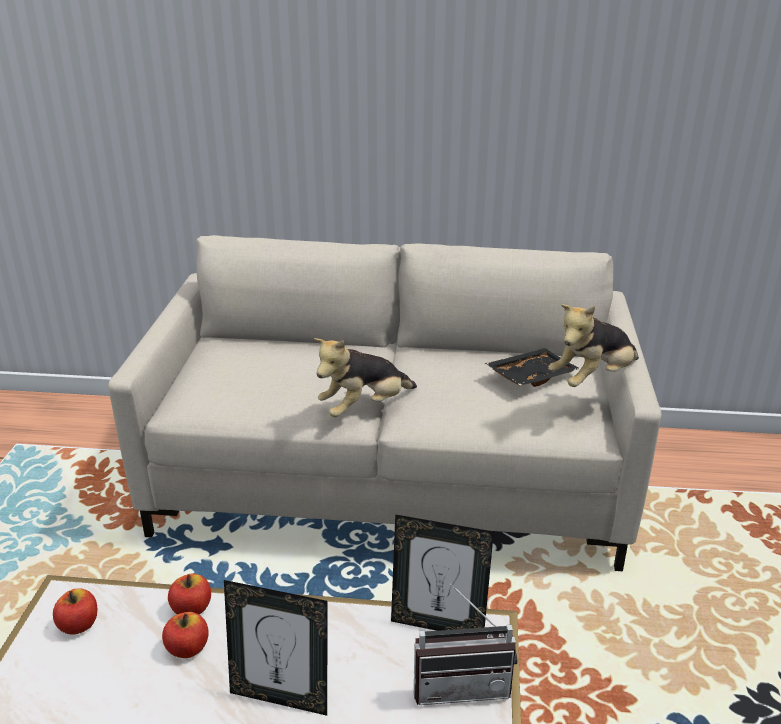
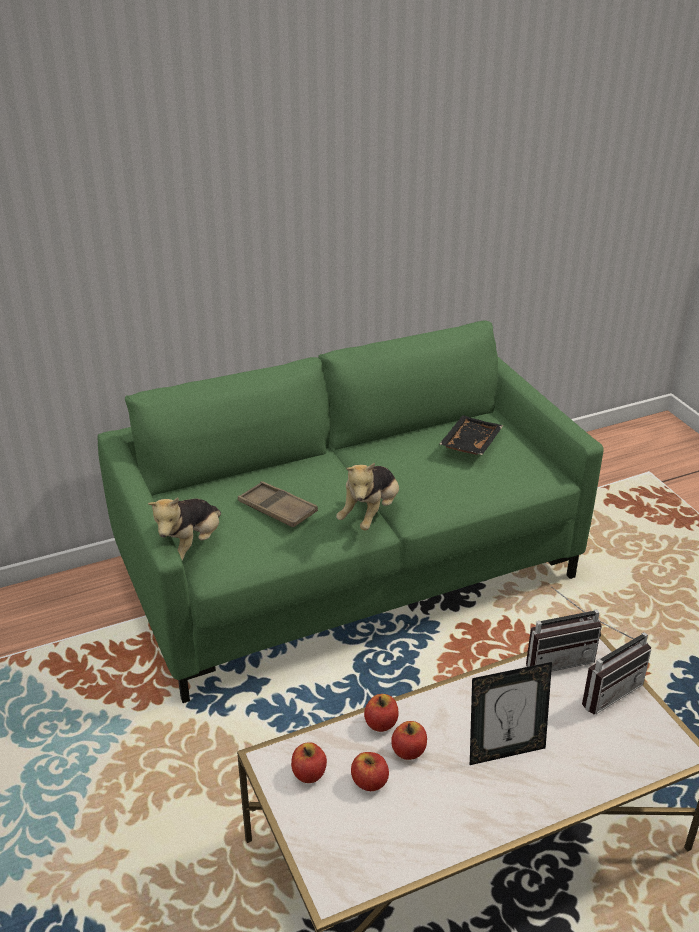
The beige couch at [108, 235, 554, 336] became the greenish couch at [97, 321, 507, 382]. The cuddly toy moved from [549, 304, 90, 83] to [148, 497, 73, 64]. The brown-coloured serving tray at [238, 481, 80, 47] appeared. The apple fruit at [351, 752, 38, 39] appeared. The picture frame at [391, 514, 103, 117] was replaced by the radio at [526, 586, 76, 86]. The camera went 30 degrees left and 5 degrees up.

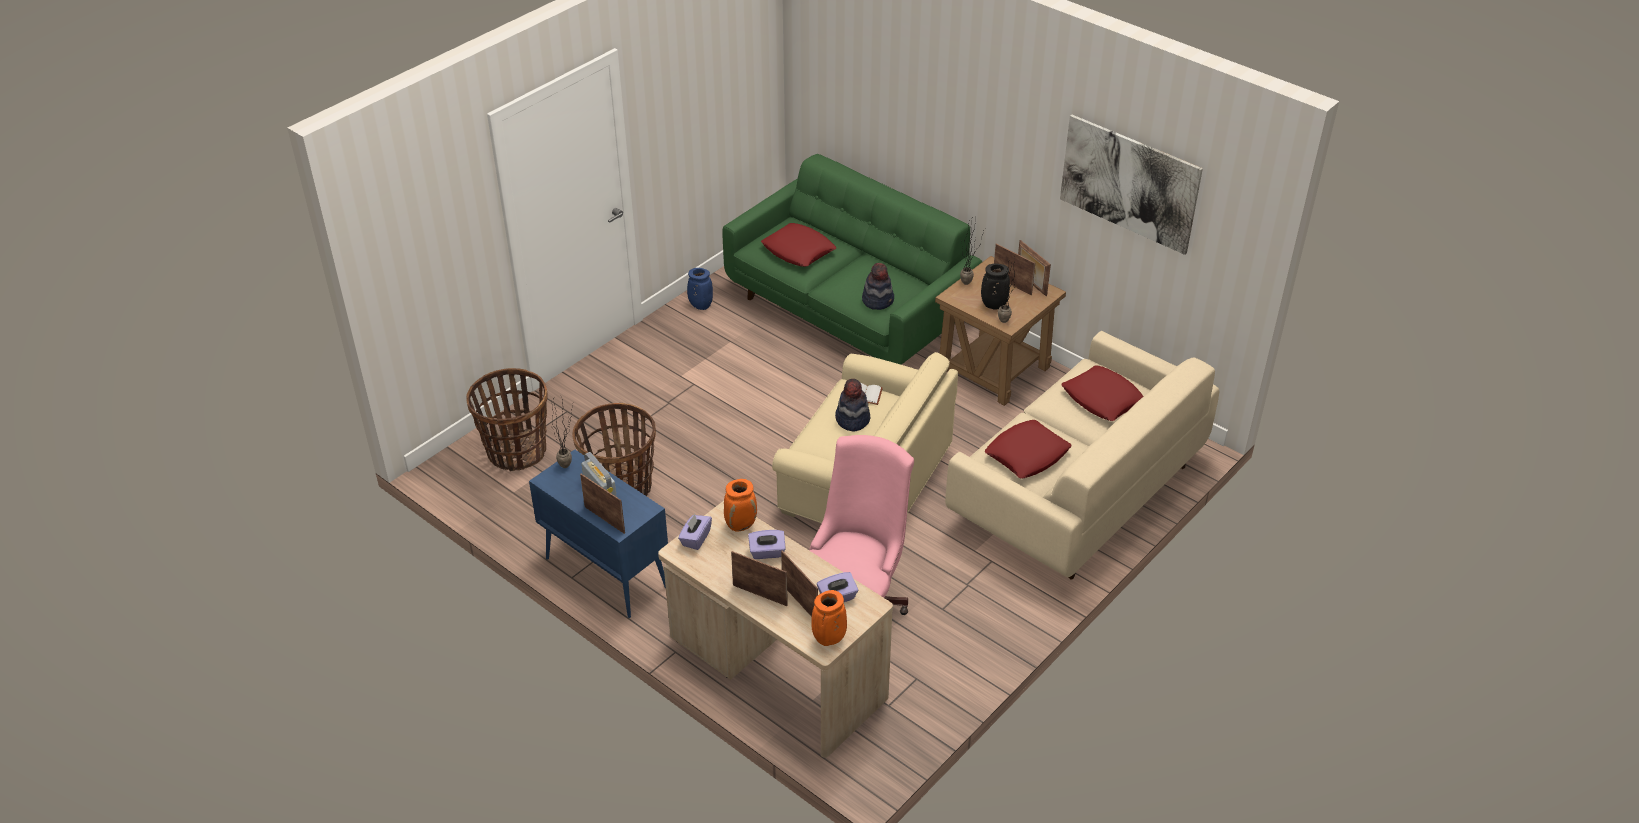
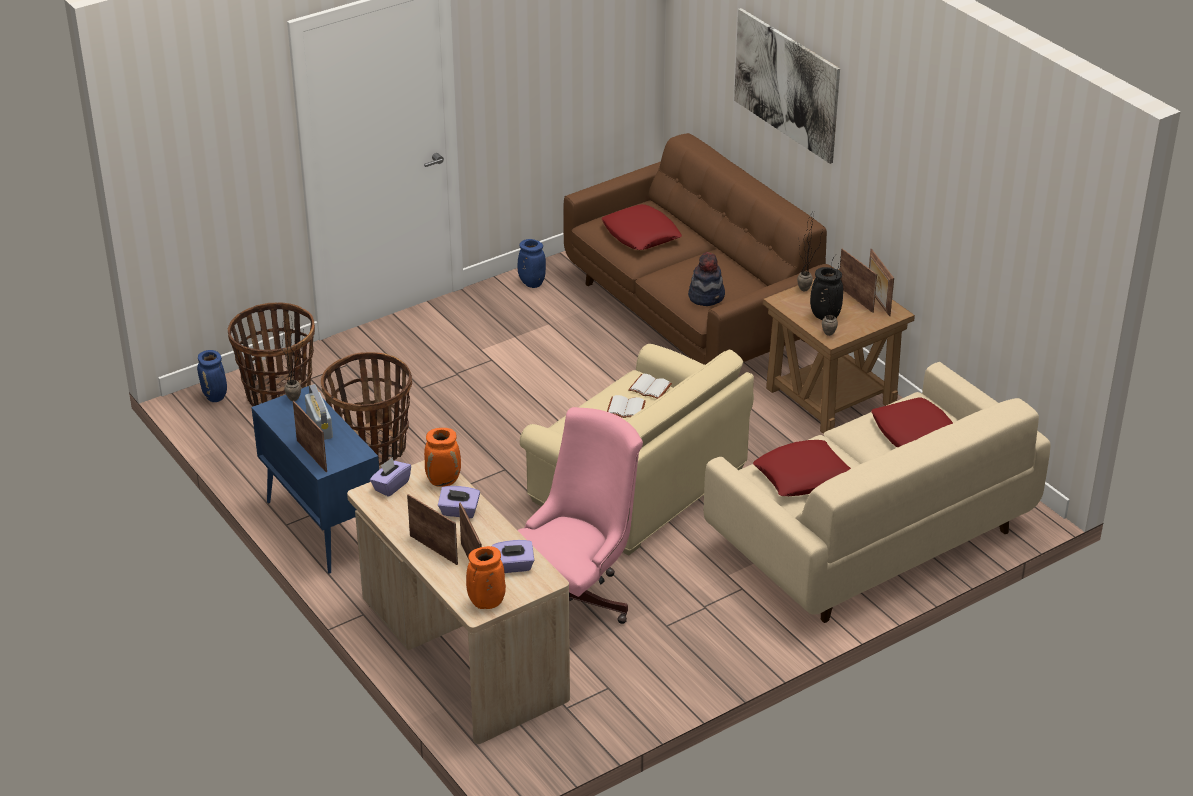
The blue vase at [197, 350, 30, 52] appeared. The greenish couch at [723, 154, 259, 211] became the brown-coloured couch at [563, 133, 270, 232]. The clothing hat at [835, 379, 36, 53] was replaced by the whitish book at [607, 395, 39, 23]. The wall art moved from [1060, 115, 143, 140] to [734, 8, 106, 156]. The camera went 15 degrees right and 5 degrees down.

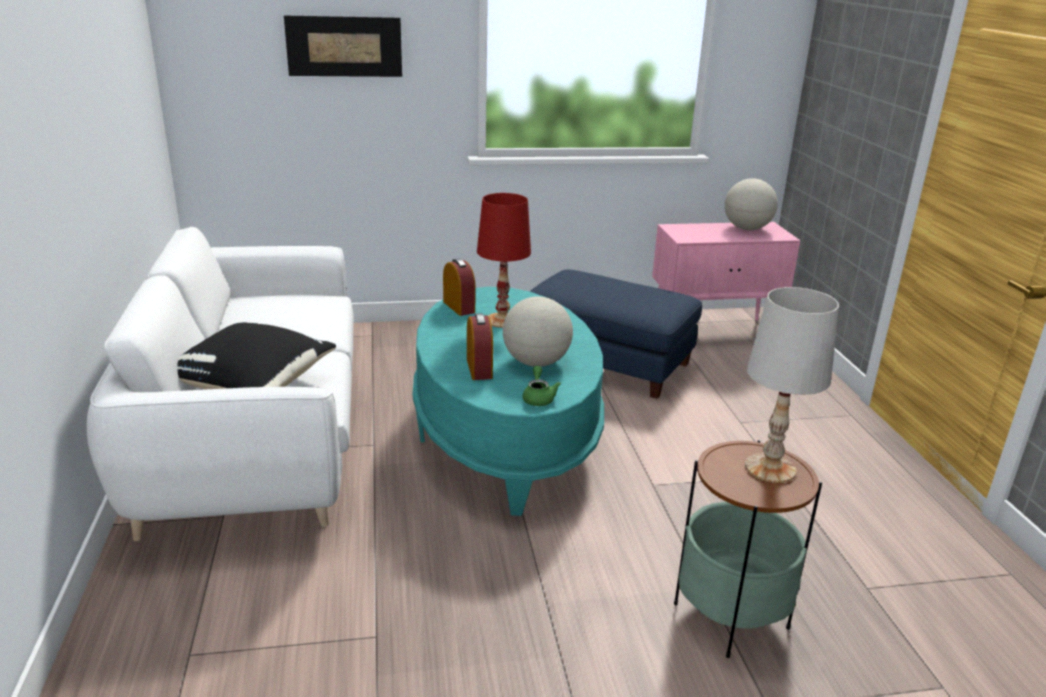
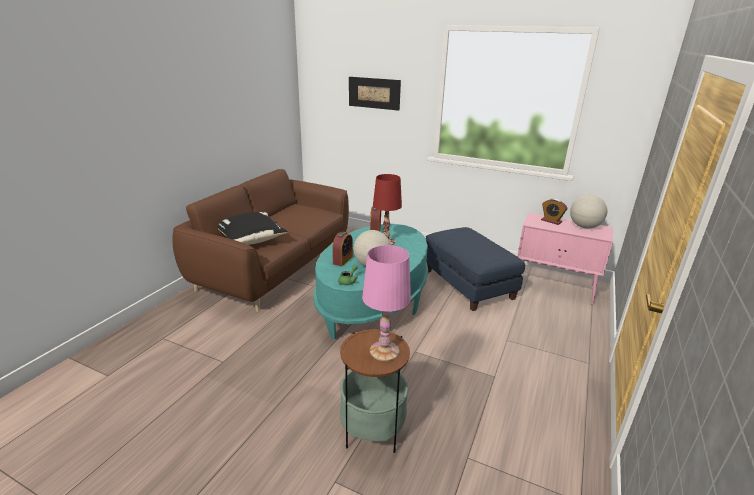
The whitish couch at [87, 227, 267, 314] became the brown-coloured couch at [172, 169, 177, 143]. The whitish table lamp at [745, 287, 94, 196] became the pink table lamp at [362, 245, 49, 116]. The alarm clock at [541, 199, 27, 26] appeared. The camera went 35 degrees right and 0 degrees up.

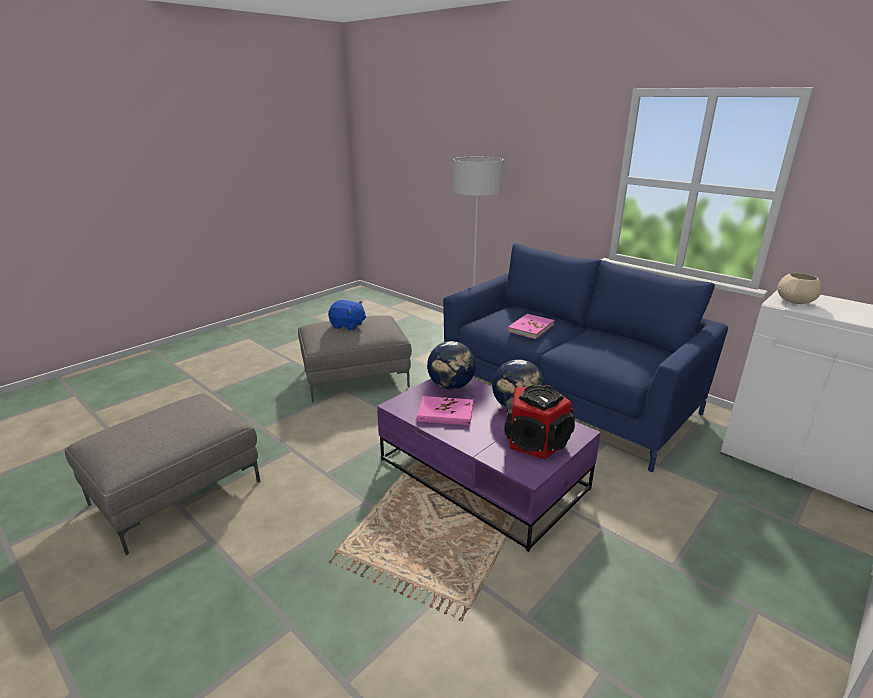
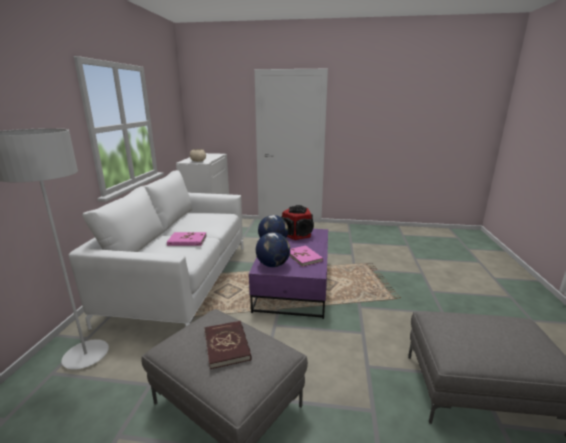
The blue couch at [443, 243, 285, 229] became the whitish couch at [69, 170, 175, 160]. The blue cuddly toy at [328, 300, 38, 30] was replaced by the red book at [204, 321, 48, 48]. The camera went 125 degrees left and 5 degrees down.

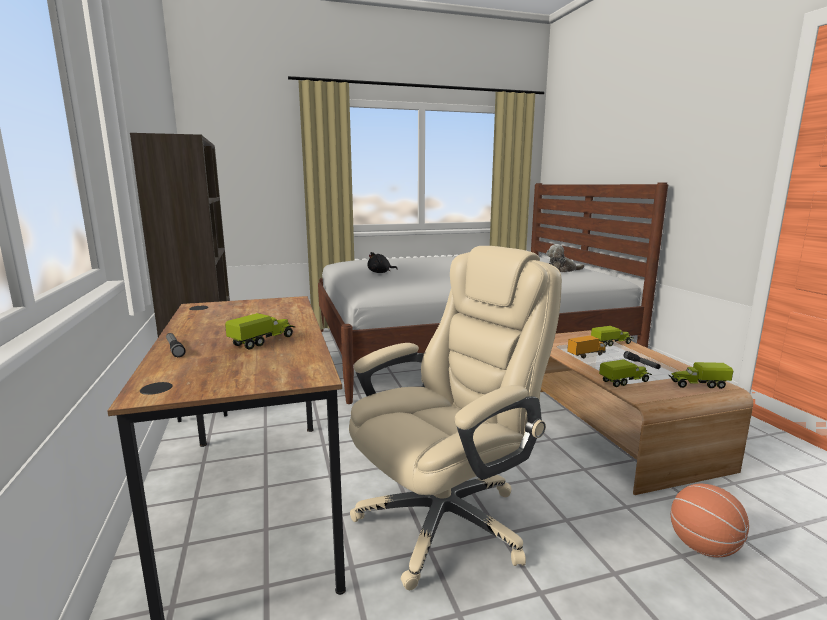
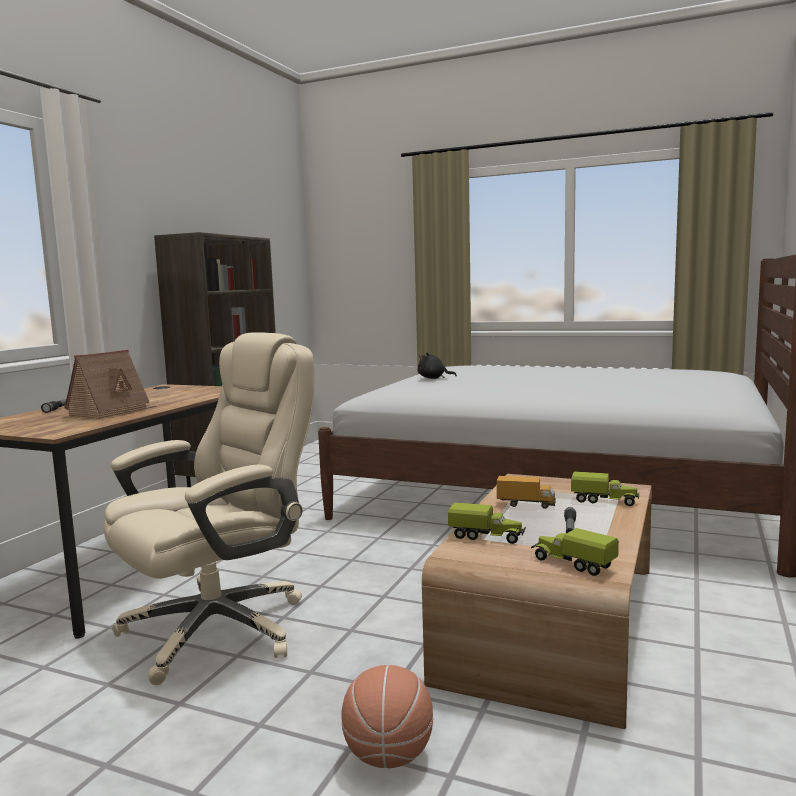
The model truck at [225, 313, 71, 37] was replaced by the model house at [64, 350, 92, 69]. The beige desk chair at [349, 246, 213, 344] turned 45 degrees counterclockwise. The cuddly toy at [546, 244, 39, 28] disappeared. The camera went 40 degrees right and 5 degrees down.

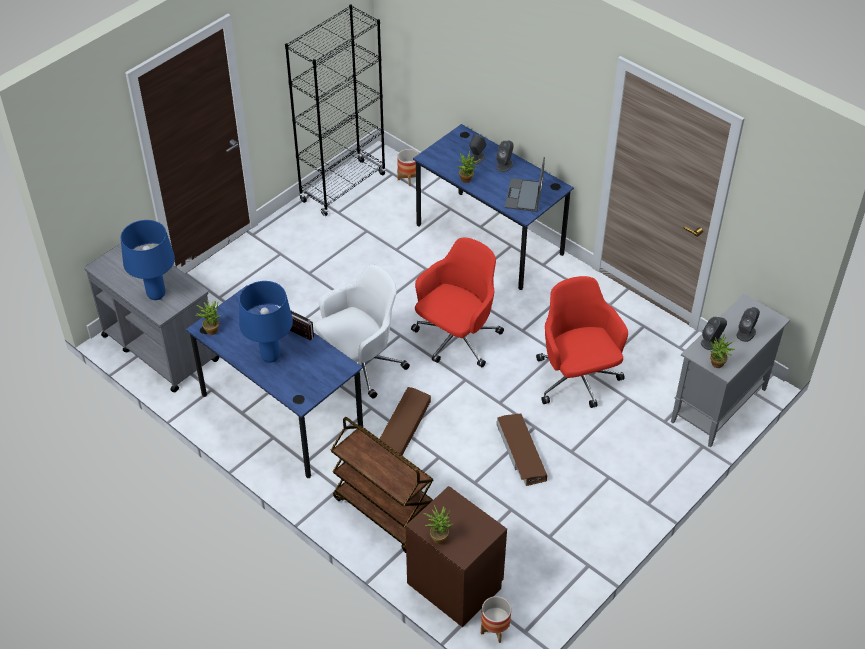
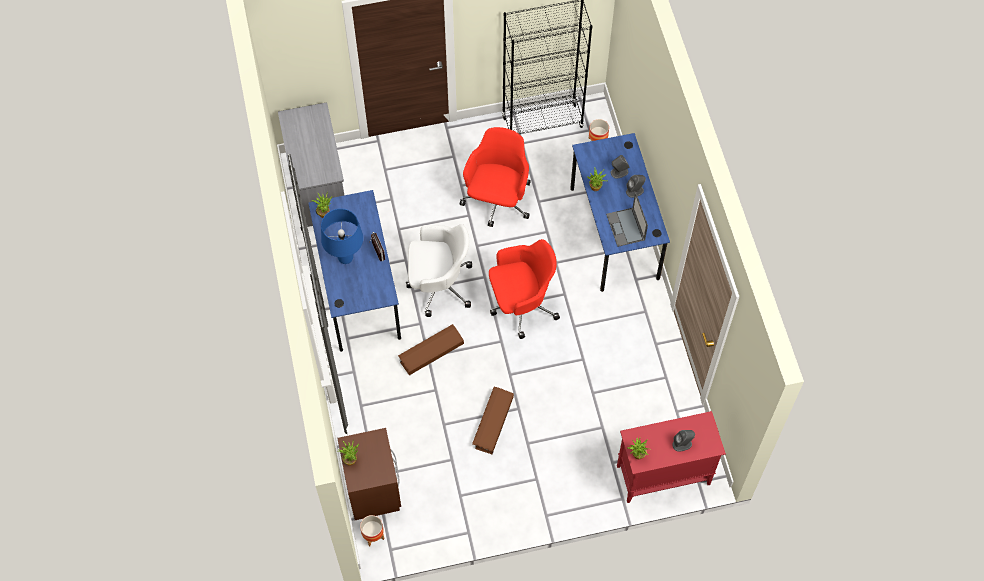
The red desk chair moved from [536, 276, 92, 132] to [460, 127, 71, 100]. The laptop at [505, 157, 40, 55] turned 60 degrees counterclockwise. The gray cabinet at [671, 294, 119, 153] became the red cabinet at [617, 411, 109, 92]. The blue table lamp at [120, 220, 55, 80] disappeared. The brown-coloured trolley at [331, 417, 102, 136] disappeared. The gray loudspeaker at [701, 317, 26, 33] disappeared. The camera went 35 degrees right and 15 degrees up.

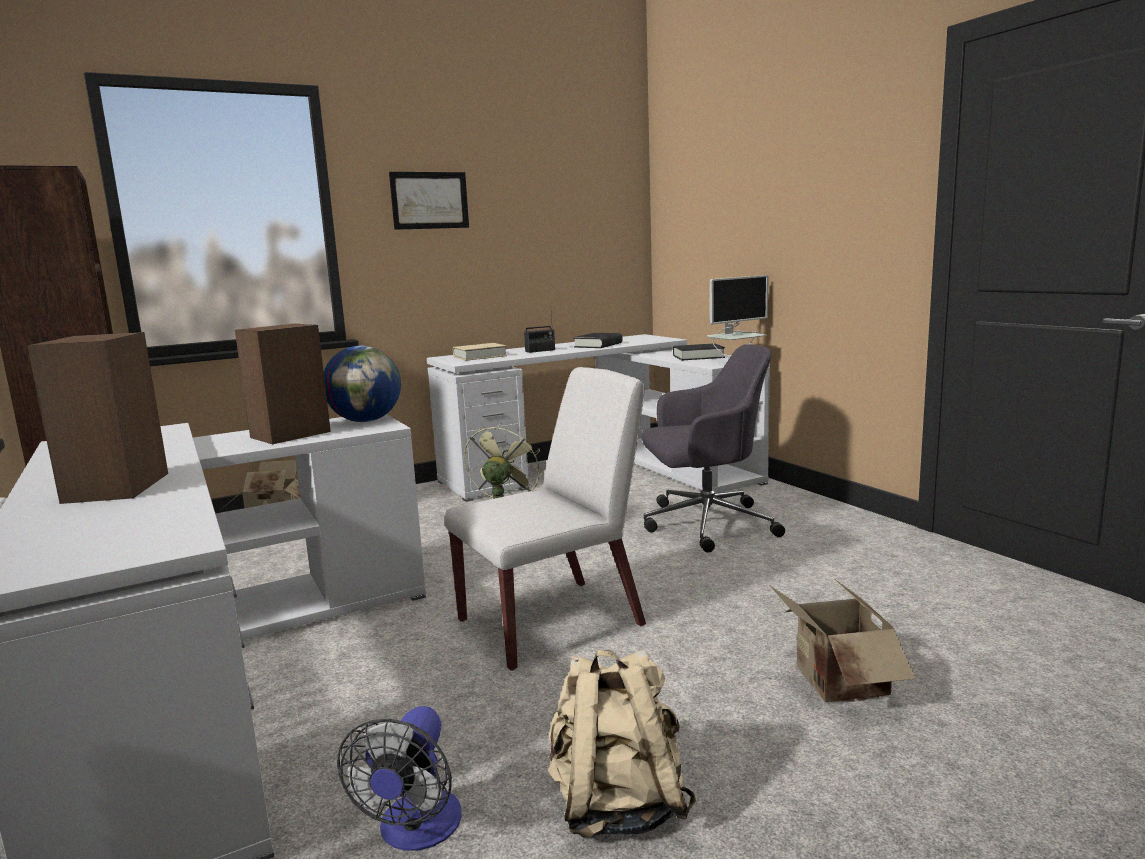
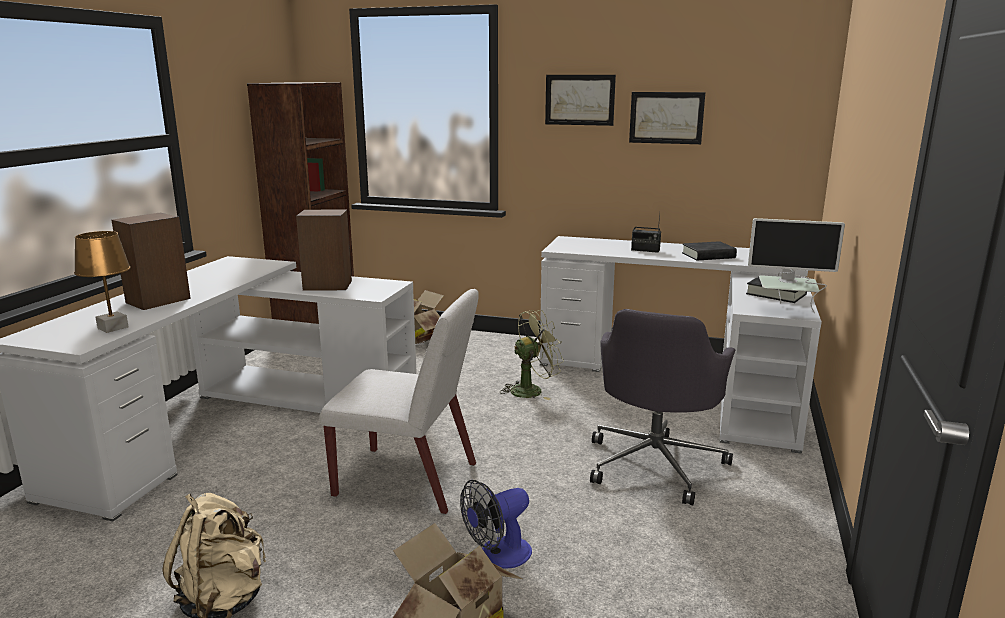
The brown-coloured table lamp at [74, 231, 57, 102] appeared. The fan moved from [337, 706, 125, 145] to [460, 480, 72, 89]. The gray desk chair at [642, 344, 143, 209] turned 75 degrees clockwise. The wall art at [629, 92, 76, 52] appeared. The desk globe at [324, 346, 77, 76] disappeared. The beige book at [453, 343, 54, 18] disappeared. The camera went 45 degrees right and 5 degrees up.

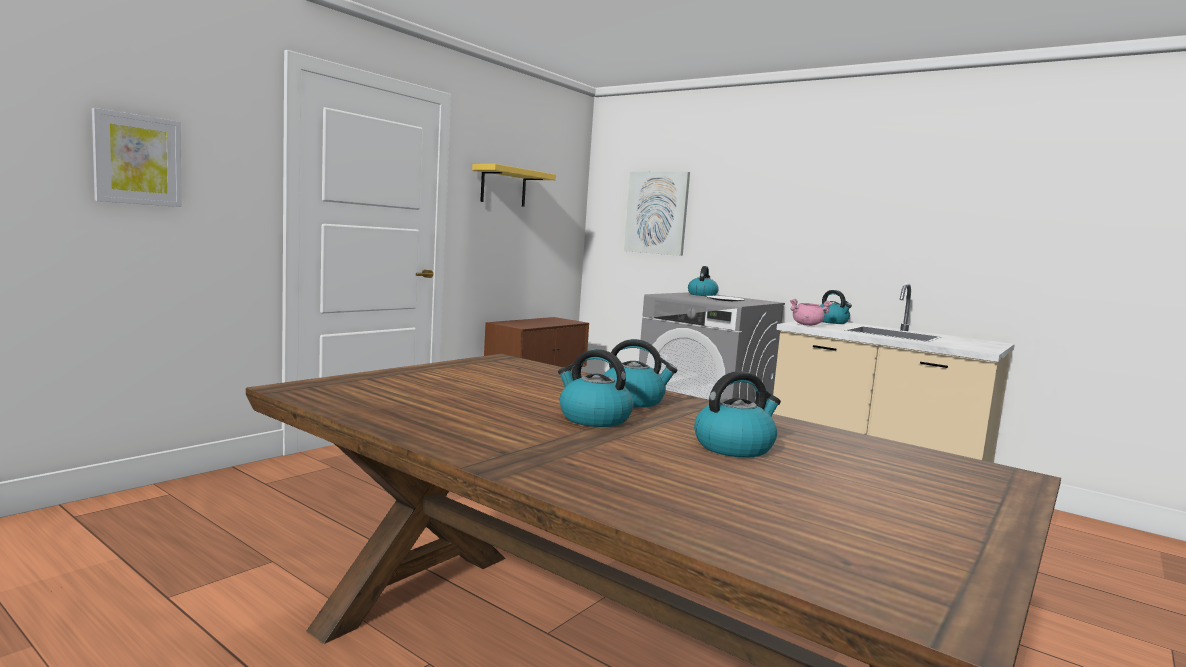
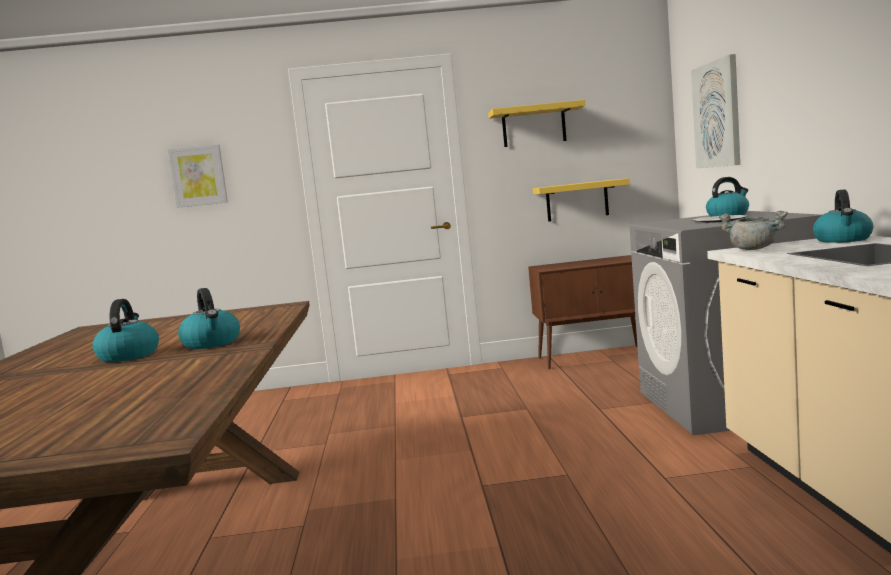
The yellowish bracket shelf at [533, 178, 97, 44] appeared. The pink saucepot at [790, 299, 42, 27] became the gray saucepot at [719, 211, 69, 39]. The tea kettle at [694, 371, 87, 87] disappeared. The camera went 50 degrees right and 0 degrees up.

